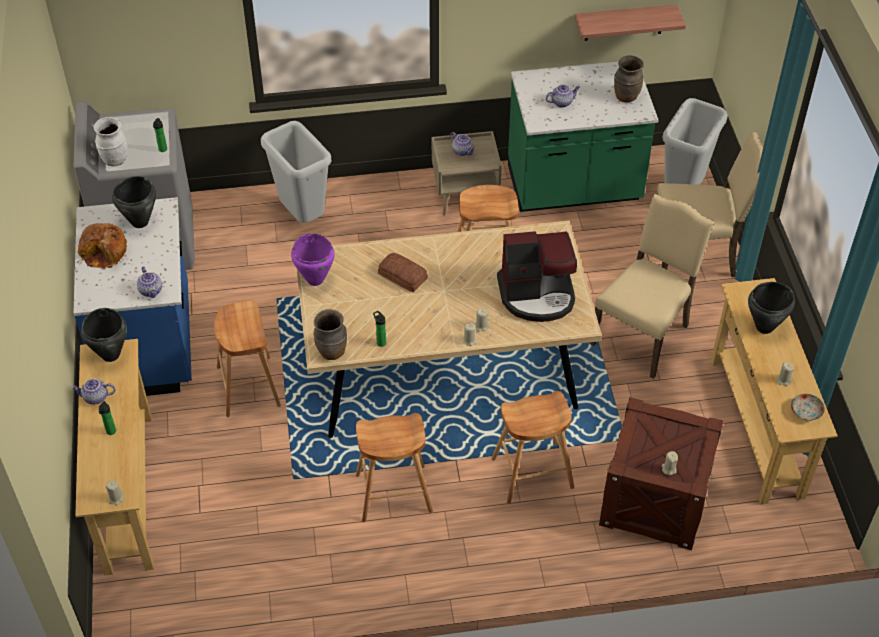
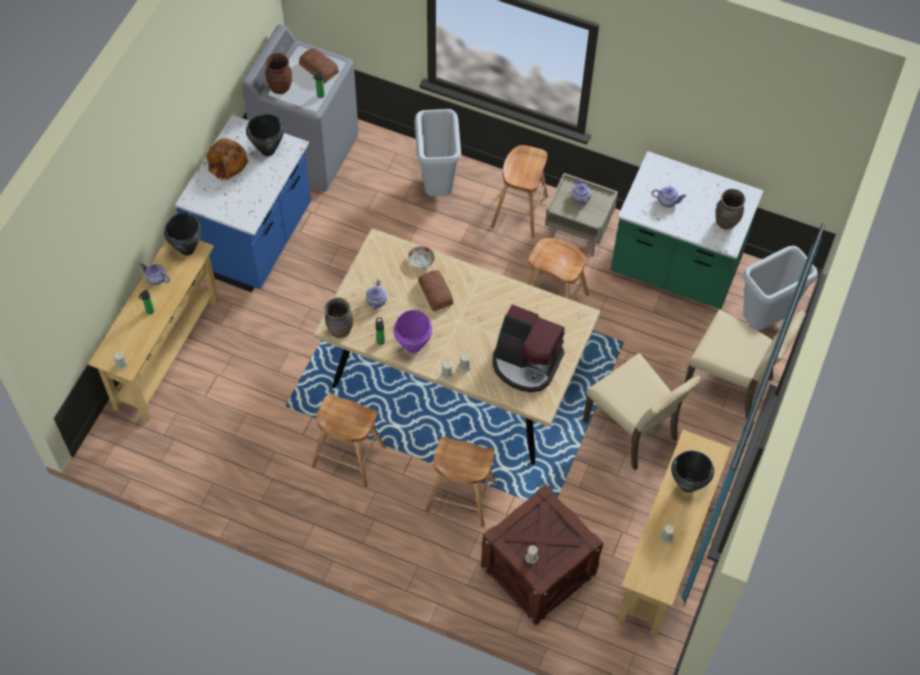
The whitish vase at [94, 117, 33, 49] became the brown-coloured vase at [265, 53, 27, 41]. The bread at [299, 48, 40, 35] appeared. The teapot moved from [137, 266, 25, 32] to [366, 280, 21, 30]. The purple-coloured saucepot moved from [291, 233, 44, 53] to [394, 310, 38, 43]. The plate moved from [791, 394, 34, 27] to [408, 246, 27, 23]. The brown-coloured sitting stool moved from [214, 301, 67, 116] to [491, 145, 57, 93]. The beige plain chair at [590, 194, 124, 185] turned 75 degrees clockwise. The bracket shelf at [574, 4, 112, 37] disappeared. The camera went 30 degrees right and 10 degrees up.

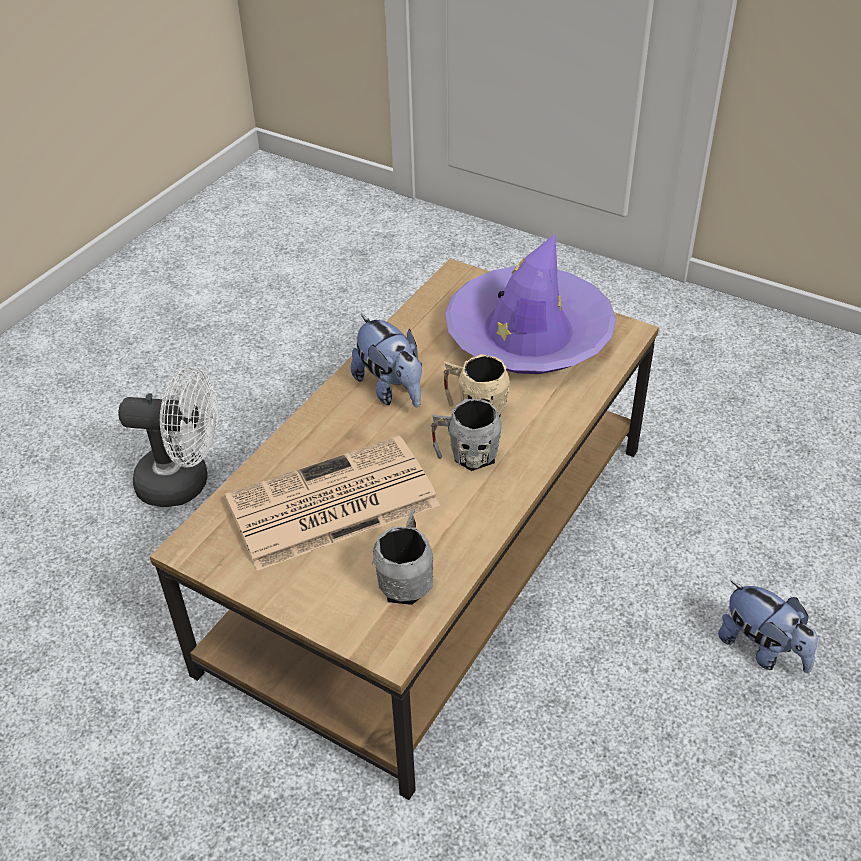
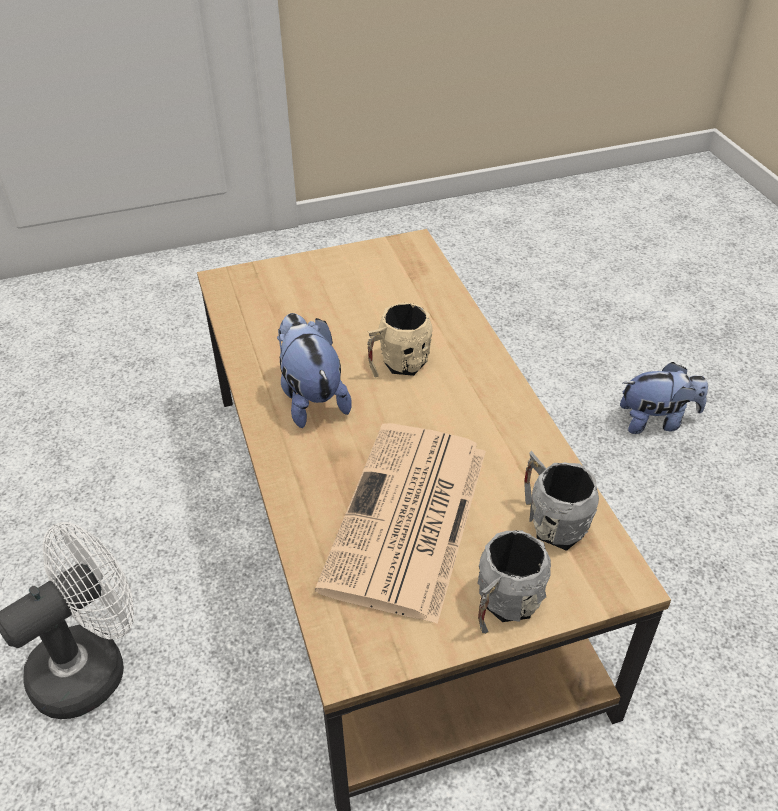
The cuddly toy at [351, 314, 71, 93] turned 120 degrees counterclockwise. The gray mug moved from [431, 399, 71, 72] to [477, 531, 74, 103]. The purple-coloured clothing hat at [445, 234, 171, 140] disappeared. The camera went 50 degrees left and 0 degrees up.

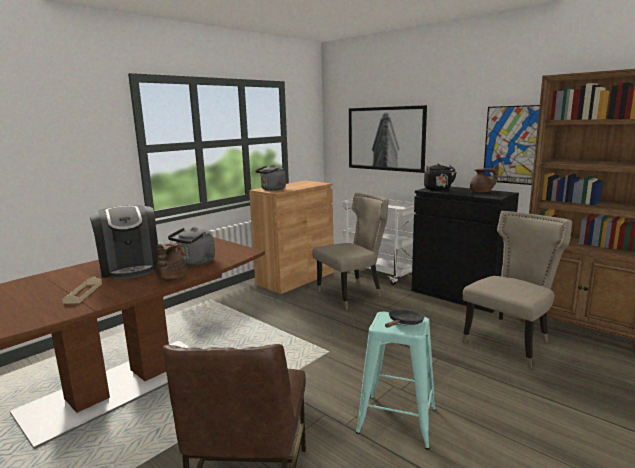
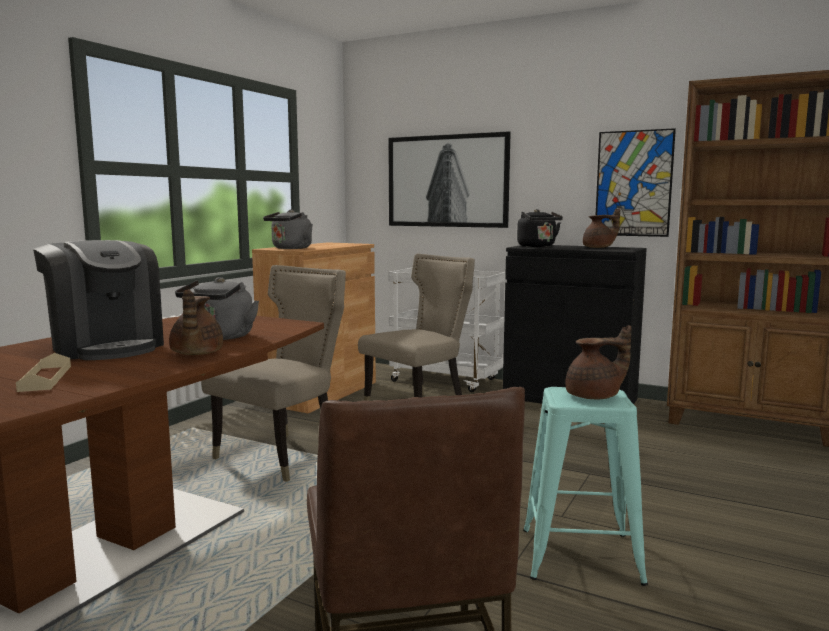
The beige plain chair moved from [462, 211, 110, 158] to [201, 265, 145, 217]. The black pan at [385, 310, 39, 18] was replaced by the brown-coloured teapot at [565, 325, 66, 74]. The camera went 15 degrees left and 5 degrees down.

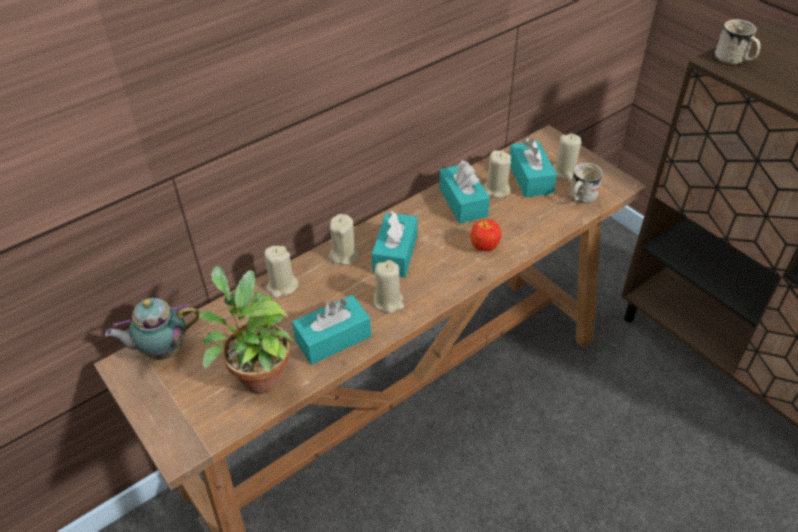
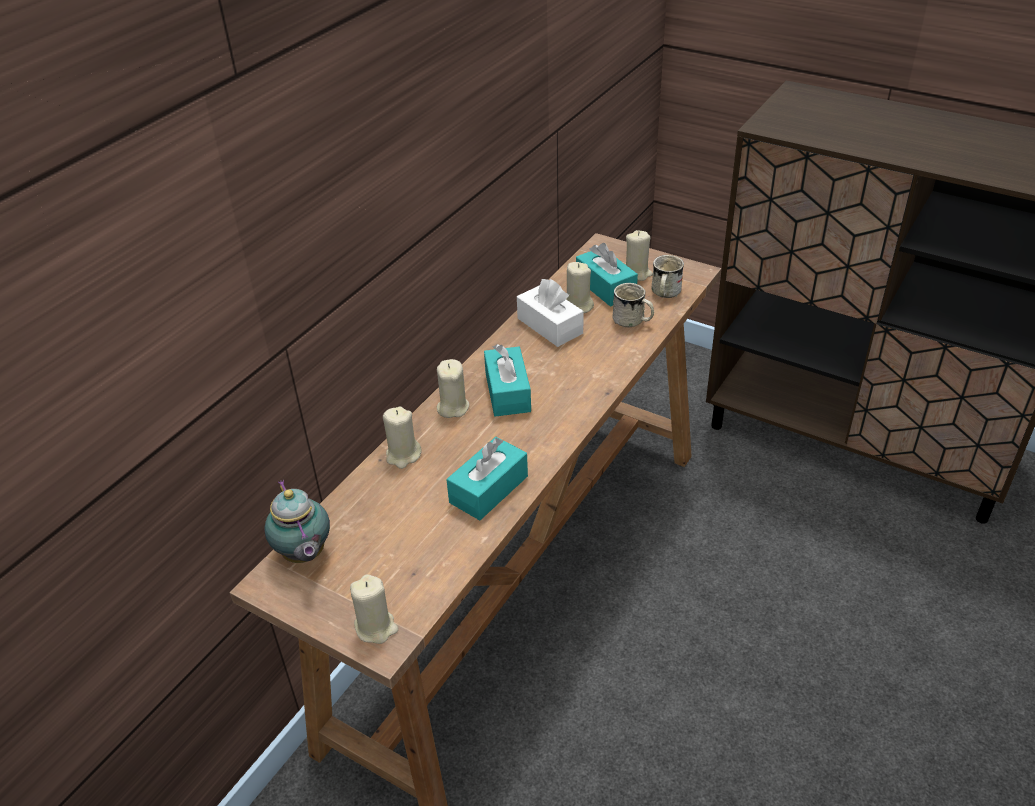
The teapot at [105, 298, 94, 62] turned 75 degrees counterclockwise. The beige candle moved from [374, 260, 30, 53] to [350, 574, 48, 70]. The turquoise-coloured tissue holder at [439, 160, 51, 64] became the whitish tissue holder at [517, 279, 67, 68]. The whitish mug moved from [715, 19, 46, 45] to [612, 283, 42, 44]. The houseplant at [199, 266, 95, 128] disappeared. The apple fruit at [471, 220, 30, 31] disappeared. The camera went 20 degrees left and 5 degrees down.

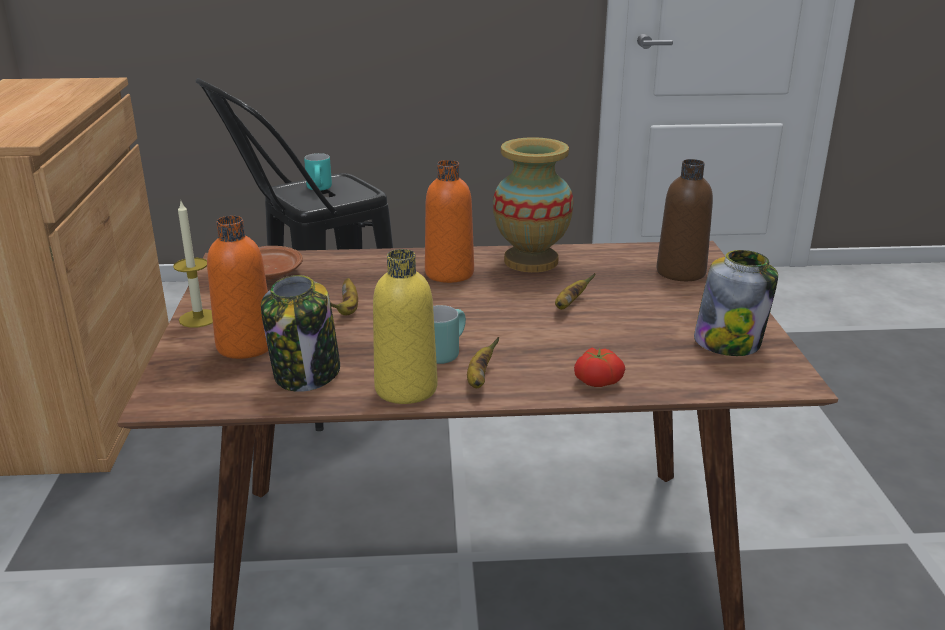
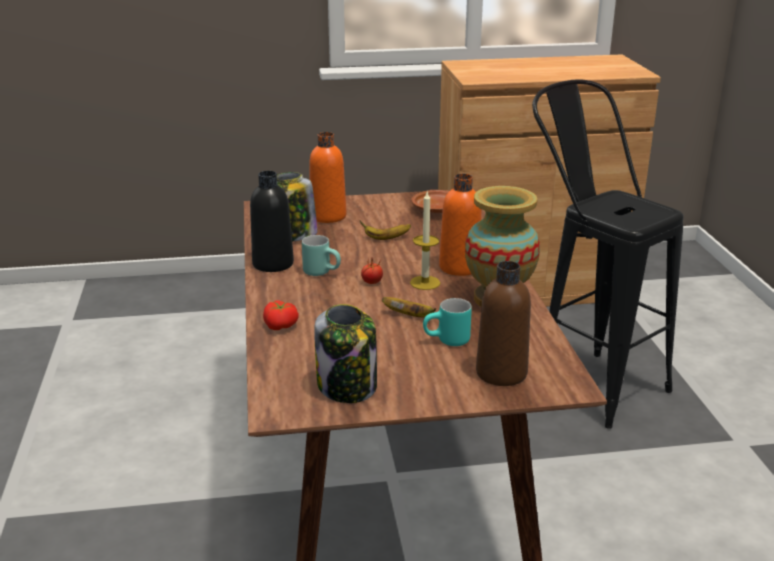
The yellowish drink bottle at [373, 249, 65, 155] became the black drink bottle at [250, 171, 44, 101]. The tomato at [361, 257, 22, 27] appeared. The candle moved from [173, 202, 40, 126] to [410, 192, 30, 98]. The turquoise-coloured mug moved from [304, 153, 28, 38] to [423, 298, 49, 48]. The whole banana at [467, 337, 32, 51] disappeared. The camera went 85 degrees right and 0 degrees up.

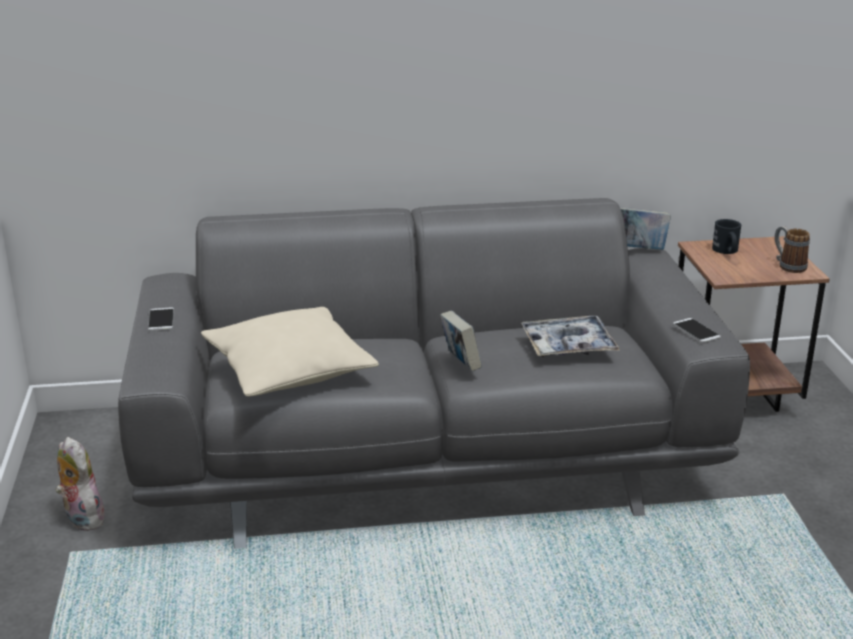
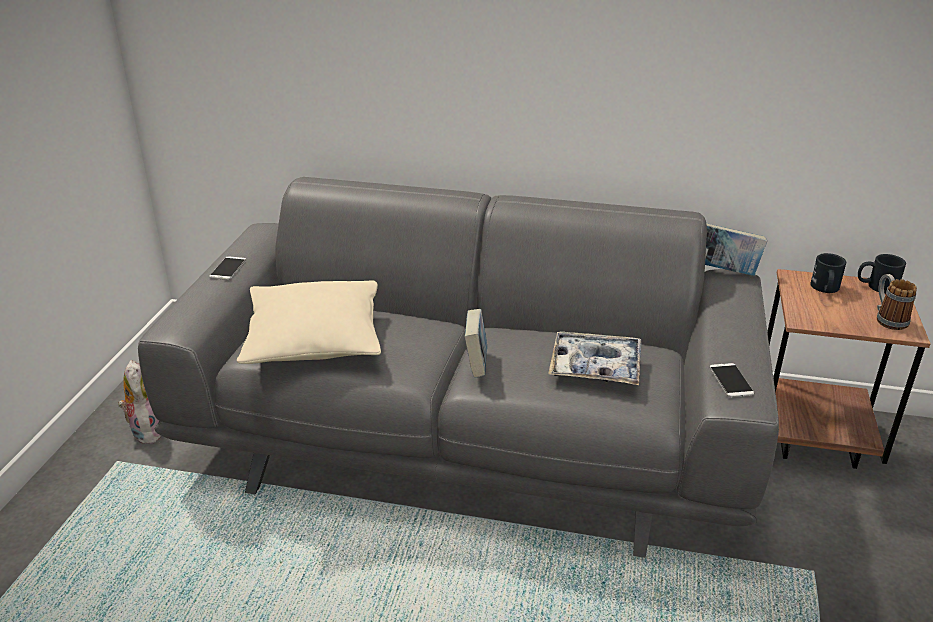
The black mug at [858, 254, 48, 40] appeared. The camera went 20 degrees right and 5 degrees up.

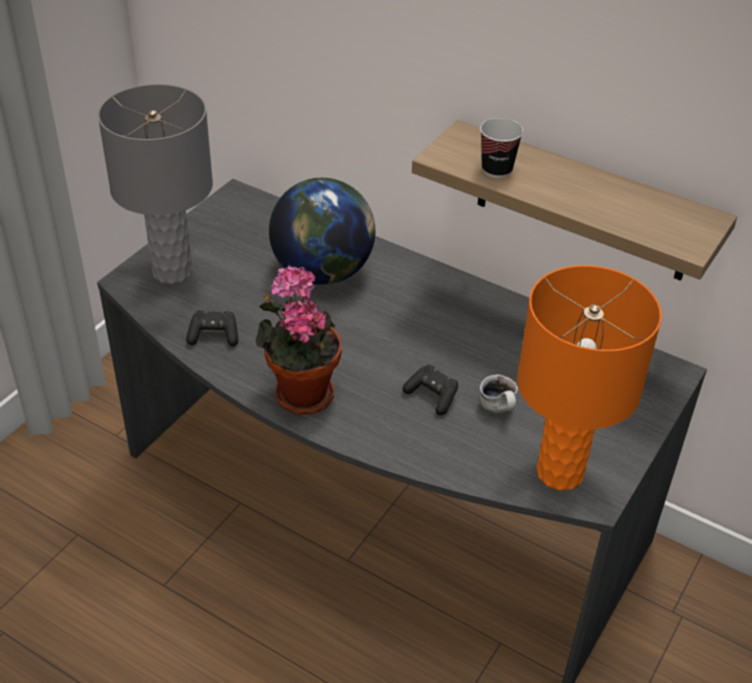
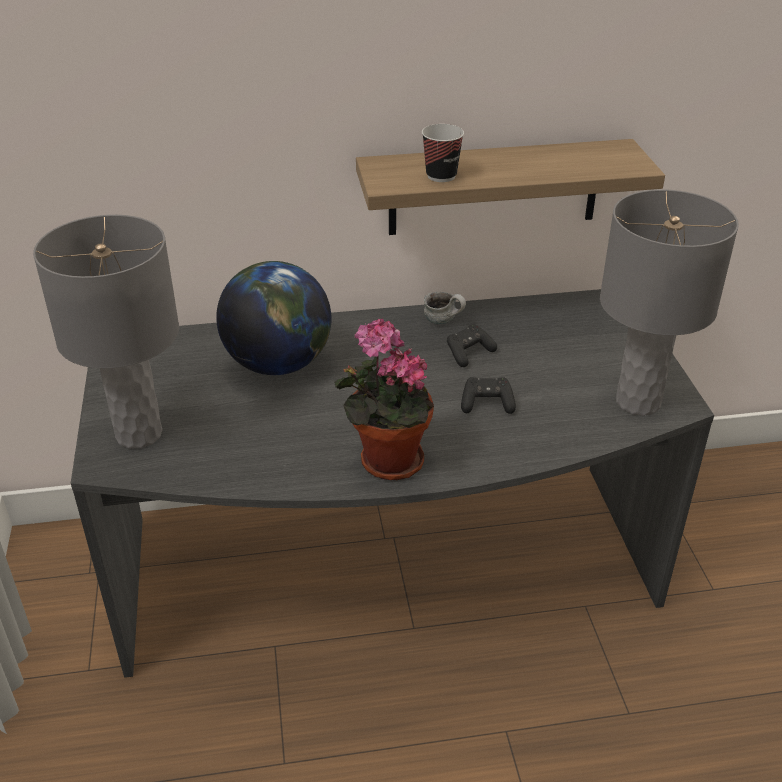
The mug moved from [479, 374, 39, 40] to [424, 292, 42, 32]. The black joypad moved from [186, 310, 52, 37] to [447, 324, 50, 43]. The orangey table lamp at [517, 265, 145, 226] became the gray table lamp at [600, 189, 139, 227]. The camera went 40 degrees left and 5 degrees down.

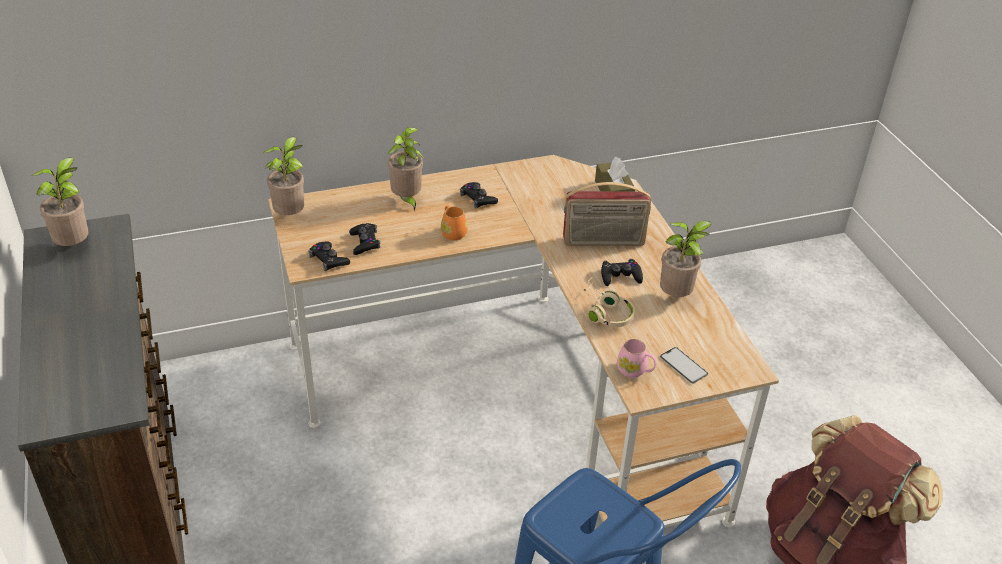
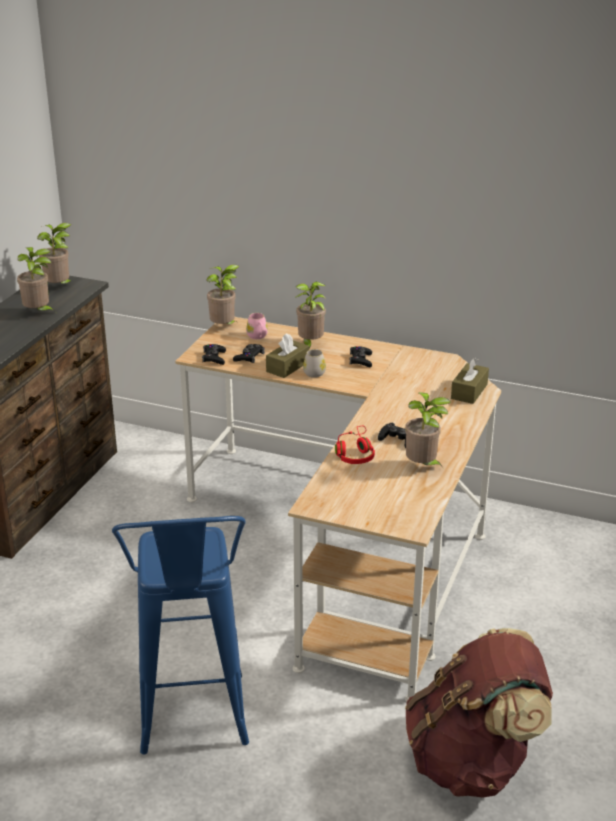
The houseplant at [17, 247, 38, 64] appeared. The pink mug moved from [617, 339, 39, 39] to [246, 313, 22, 26]. The brown-coloured tissue holder at [266, 333, 43, 45] appeared. The orangey mug at [441, 206, 27, 34] became the whitish mug at [303, 349, 23, 29]. The beige pair of headphones at [584, 278, 51, 49] became the red pair of headphones at [335, 426, 40, 38]. The radio at [563, 182, 88, 64] disappeared. The handset at [660, 347, 48, 37] disappeared. The camera went 40 degrees right and 10 degrees down.

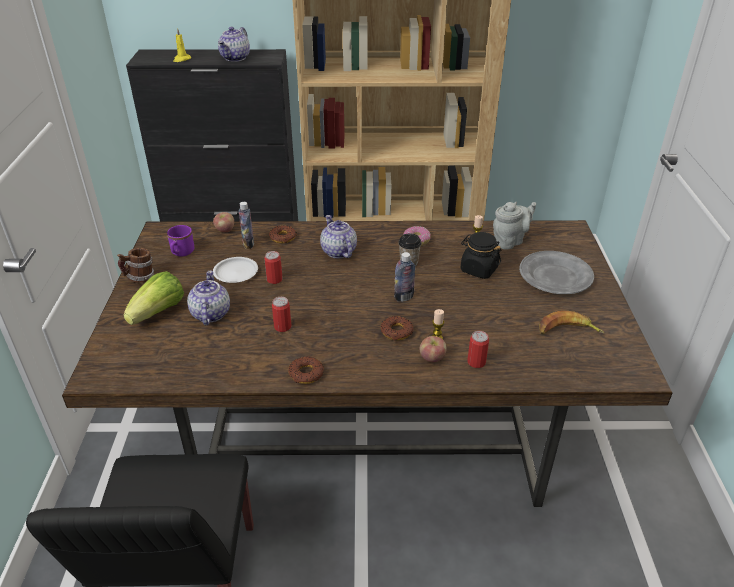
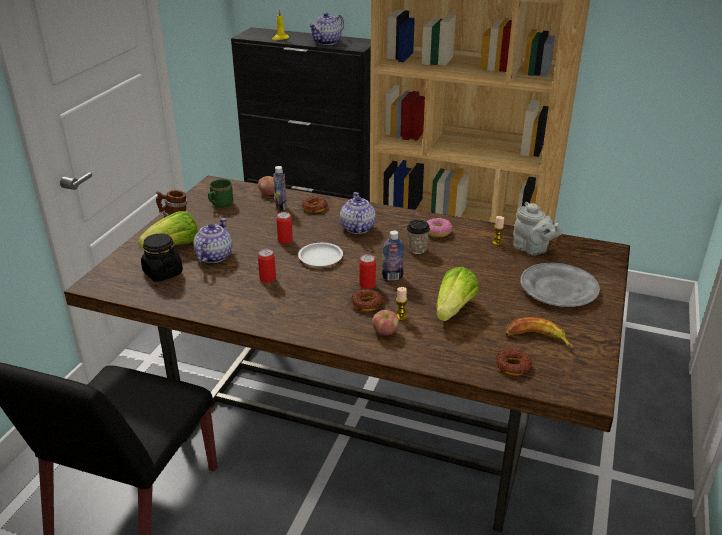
The black storage jar moved from [461, 232, 40, 47] to [141, 234, 42, 48]. The purple-coloured mug at [167, 225, 27, 31] became the greenish mug at [208, 179, 25, 29]. The whitish plate moved from [213, 257, 45, 26] to [298, 243, 45, 23]. The sealed can moved from [467, 331, 22, 37] to [359, 254, 17, 35]. The lettuce head at [437, 267, 42, 54] appeared. The donut moved from [288, 357, 36, 27] to [495, 349, 37, 27]. The gray teapot at [493, 202, 43, 48] turned 60 degrees clockwise. The camera went 20 degrees right and 5 degrees down.

